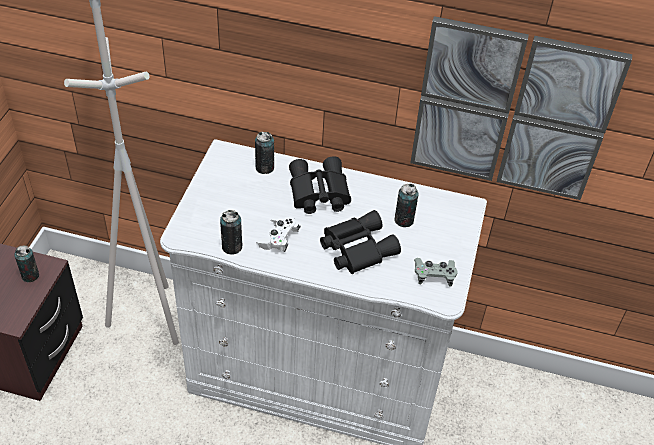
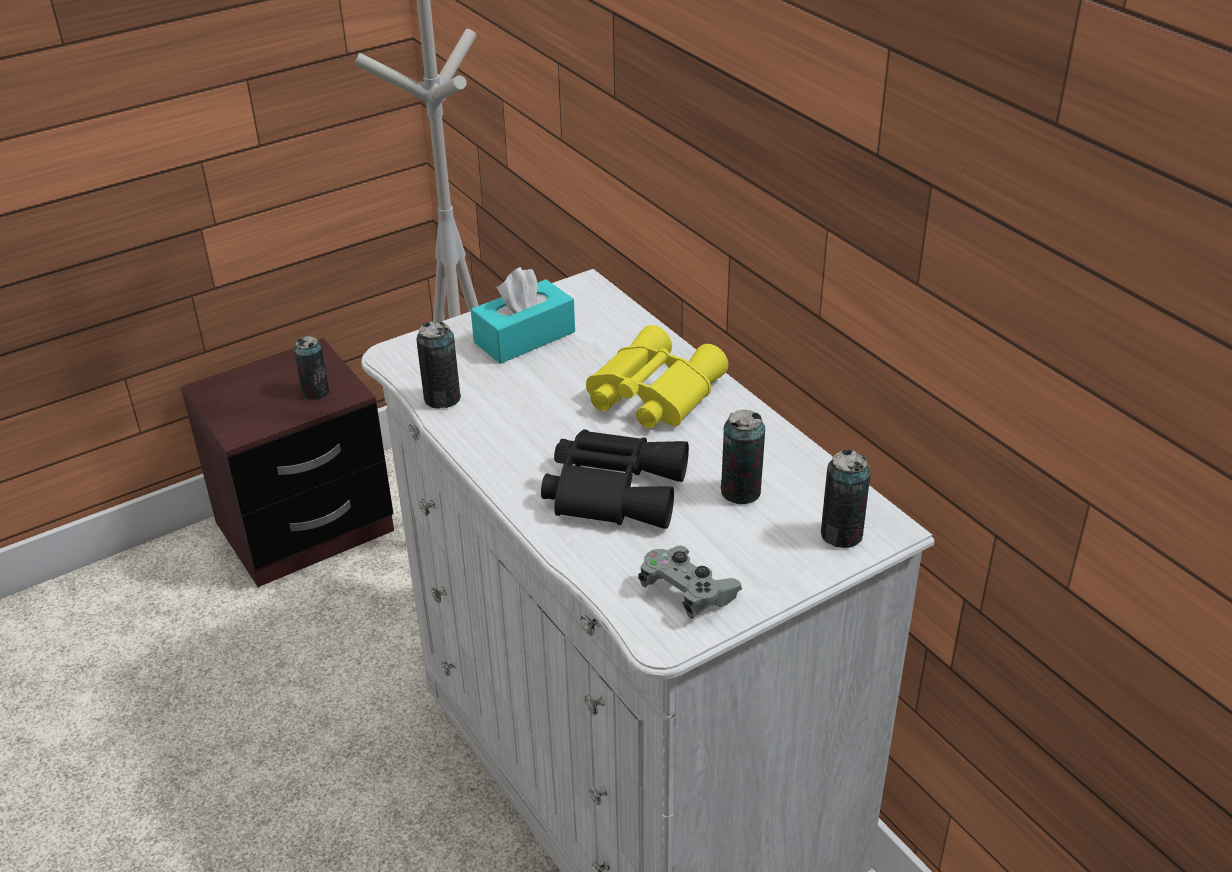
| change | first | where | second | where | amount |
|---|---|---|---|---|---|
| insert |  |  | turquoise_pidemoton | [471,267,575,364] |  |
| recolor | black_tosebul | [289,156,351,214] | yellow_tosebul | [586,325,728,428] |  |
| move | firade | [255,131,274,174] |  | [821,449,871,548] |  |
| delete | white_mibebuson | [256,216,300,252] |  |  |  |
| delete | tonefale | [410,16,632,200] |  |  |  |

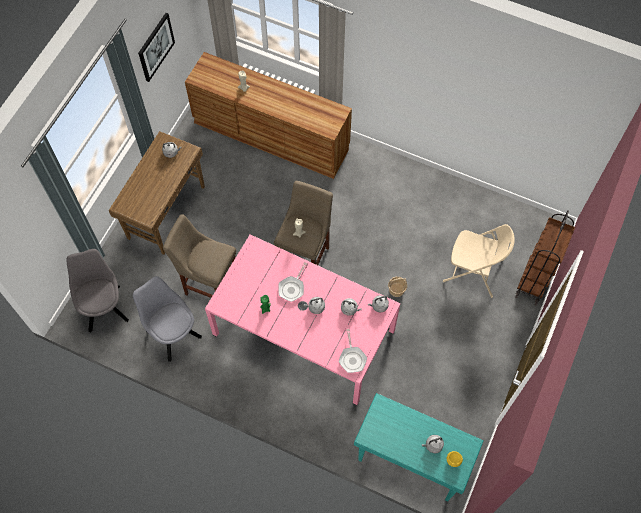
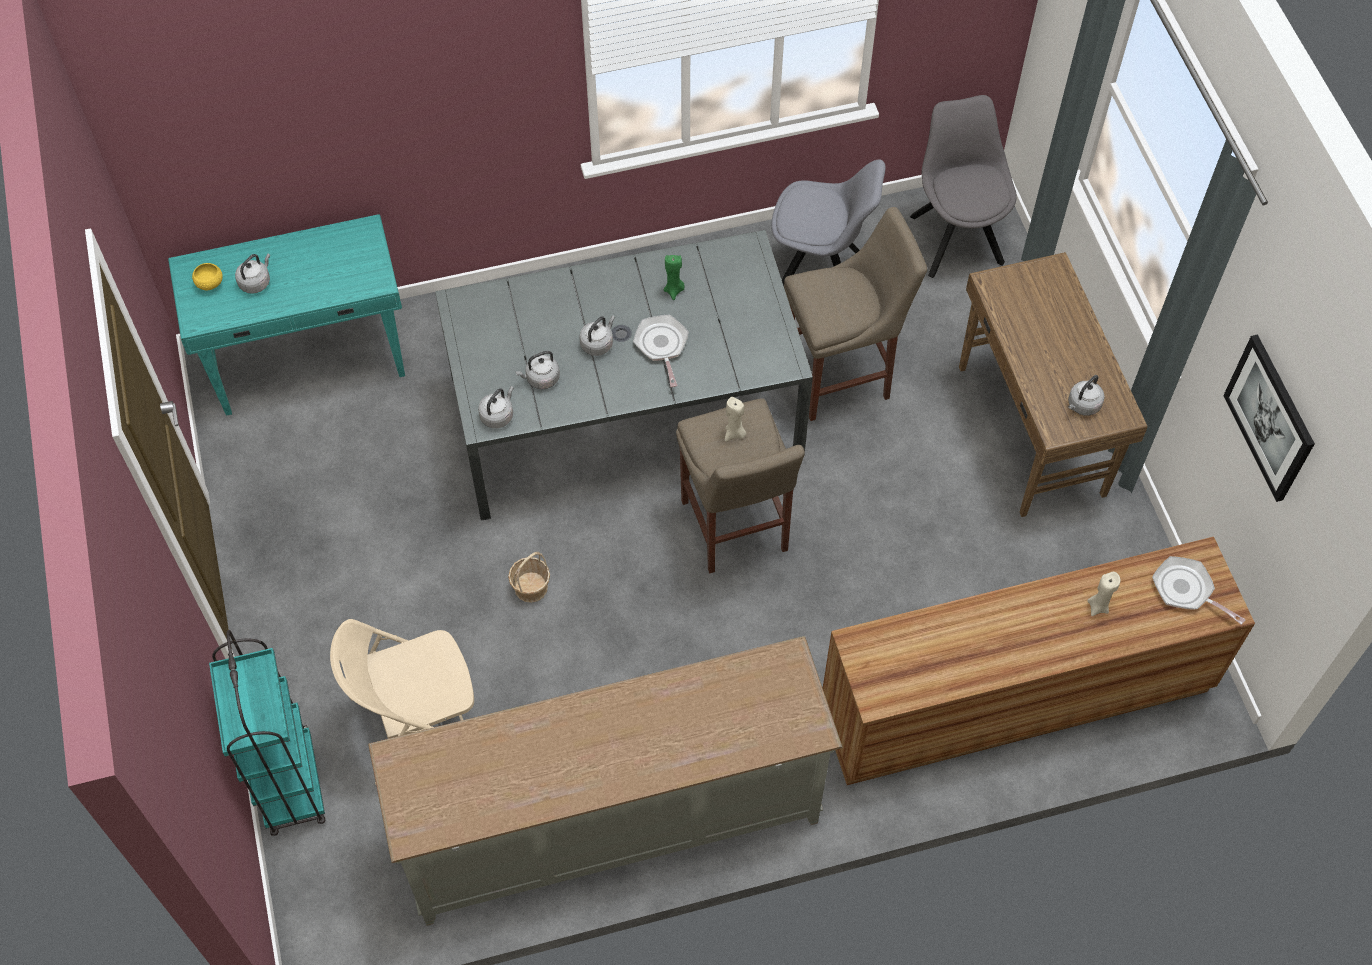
| change | first | where | second | where | amount |
|---|---|---|---|---|---|
| recolor | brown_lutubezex | [515,210,575,306] | turquoise_lutubezex | [209,630,326,836] |  |
| insert |  |  | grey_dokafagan | [368,636,842,926] |  |
| recolor | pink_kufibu | [205,234,401,405] | grey_kufibu | [435,230,813,521] |  |
| rotate | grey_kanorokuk | [66,249,129,332] |  | [910,95,1017,278] | 135 degrees counterclockwise |
| move | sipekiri | [339,329,367,373] |  | [1152,556,1245,625] |  |

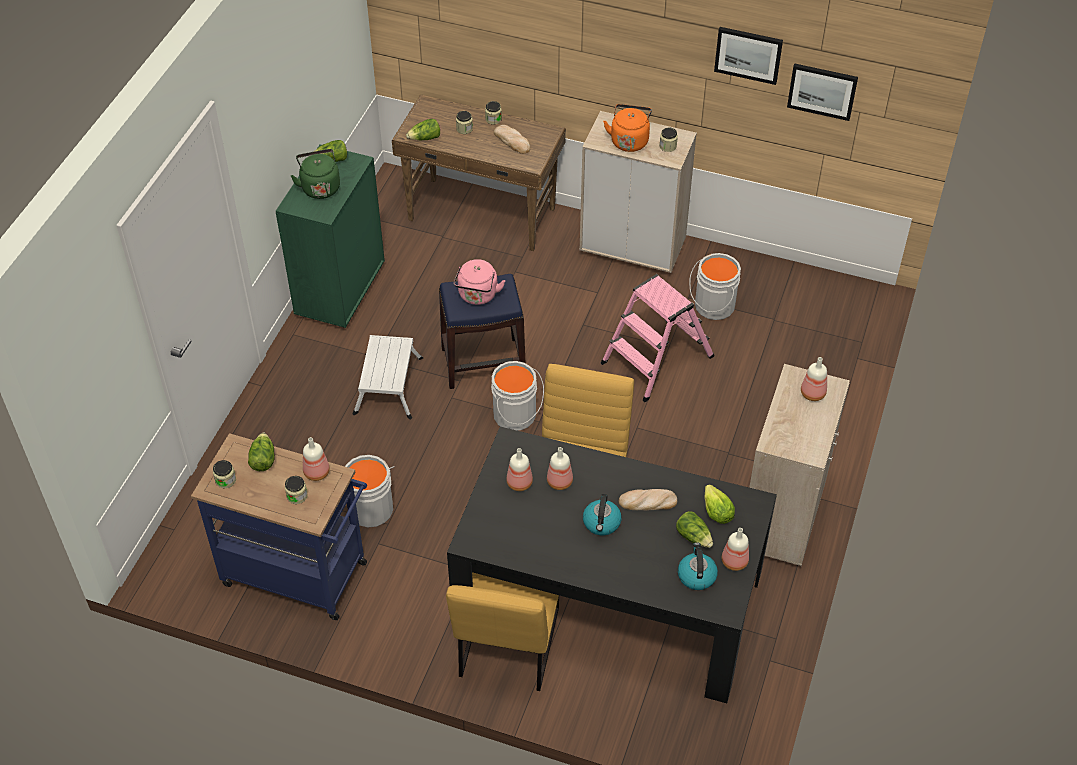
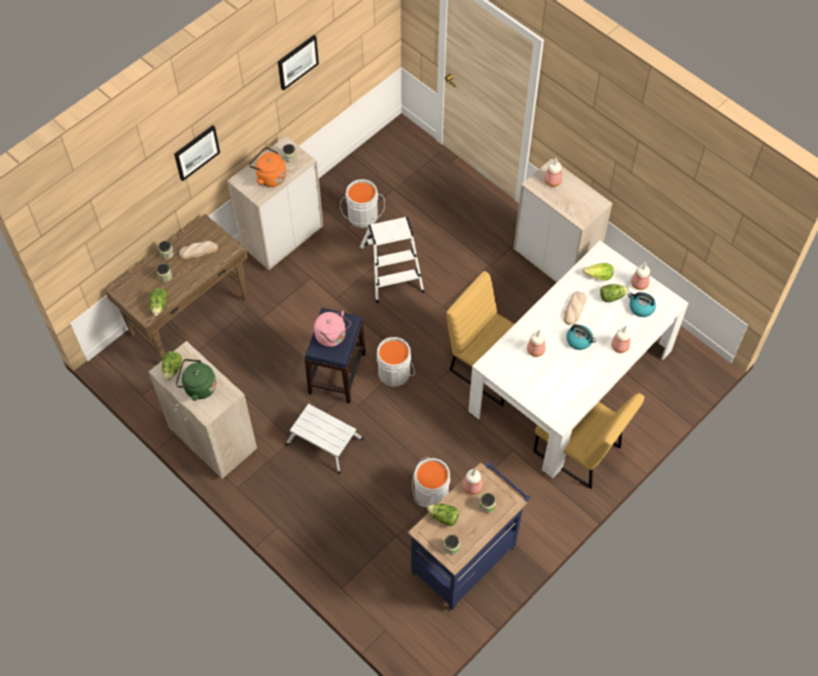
| change | first | where | second | where | amount |
|---|---|---|---|---|---|
| recolor | green_dokafagan | [276,144,385,328] | beige_dokafagan | [149,341,257,479] |  |
| move | tonefale | [787,63,858,121] |  | [174,125,220,181] |  |
| recolor | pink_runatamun | [601,274,715,402] | white_runatamun | [360,216,424,303] |  |
| recolor | black_kufibu | [447,426,777,703] | white_kufibu | [468,241,688,478] |  |
| move | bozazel | [506,448,533,491] |  | [611,326,630,353] |  |

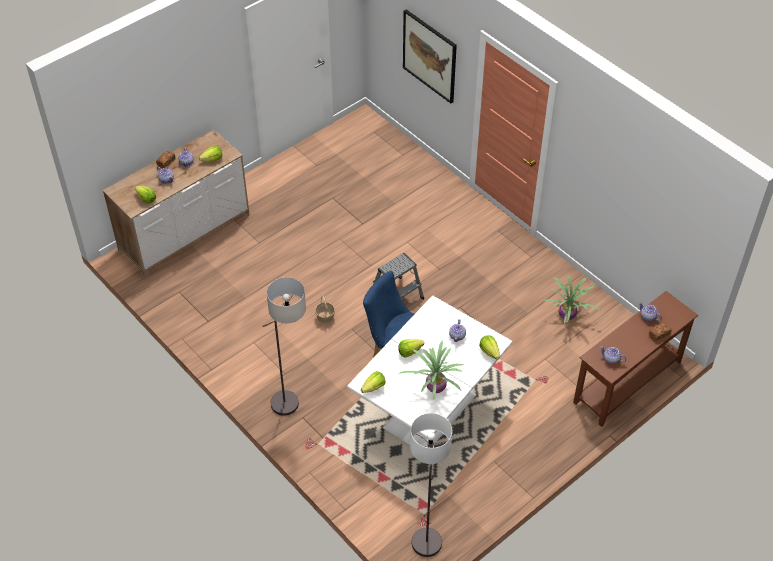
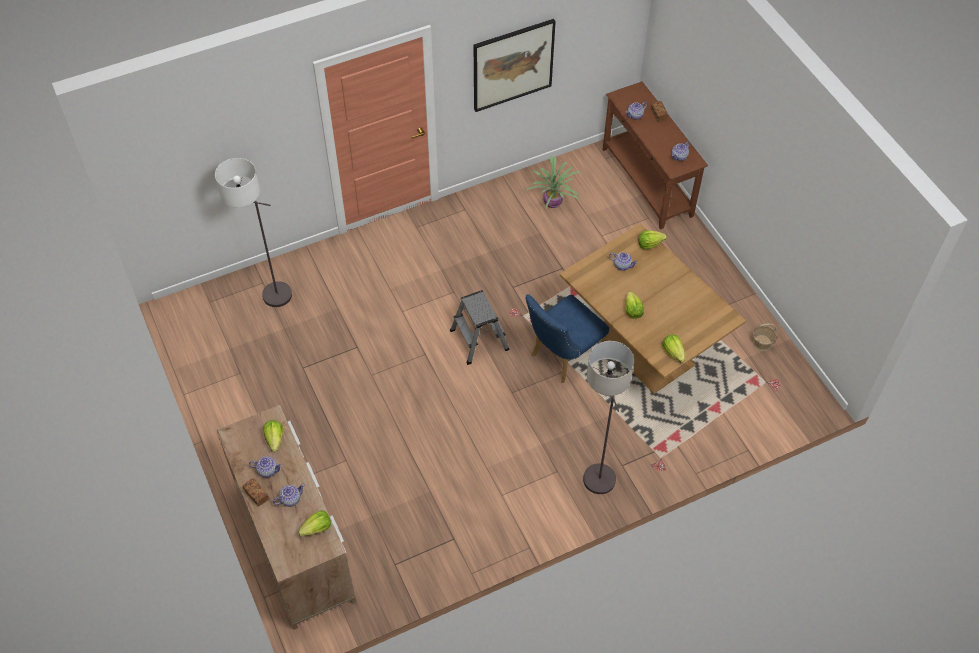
| change | first | where | second | where | amount |
|---|---|---|---|---|---|
| move | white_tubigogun | [410,413,452,557] |  | [215,158,292,307] |  |
| move | tonefale | [403,9,457,103] |  | [474,19,556,112] |  |
| recolor | white_kufibu | [347,295,512,447] | brown_kufibu | [560,224,746,394] |  |
| move | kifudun | [315,296,335,325] |  | [753,323,777,351] |  |
| delete | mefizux | [398,340,463,400] |  |  |  |

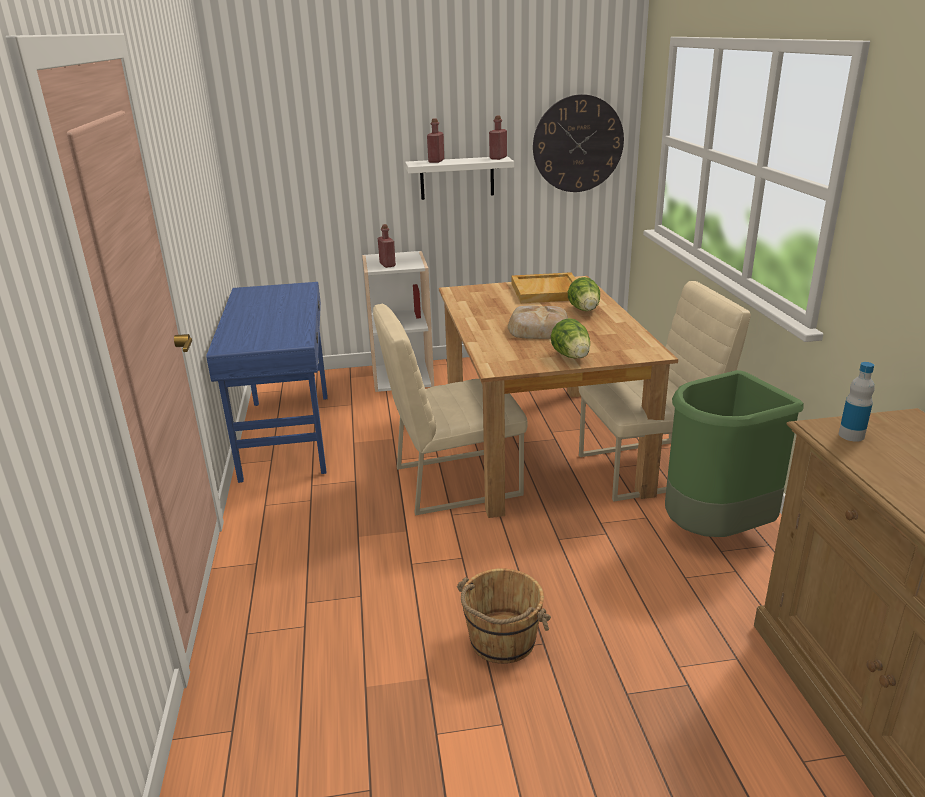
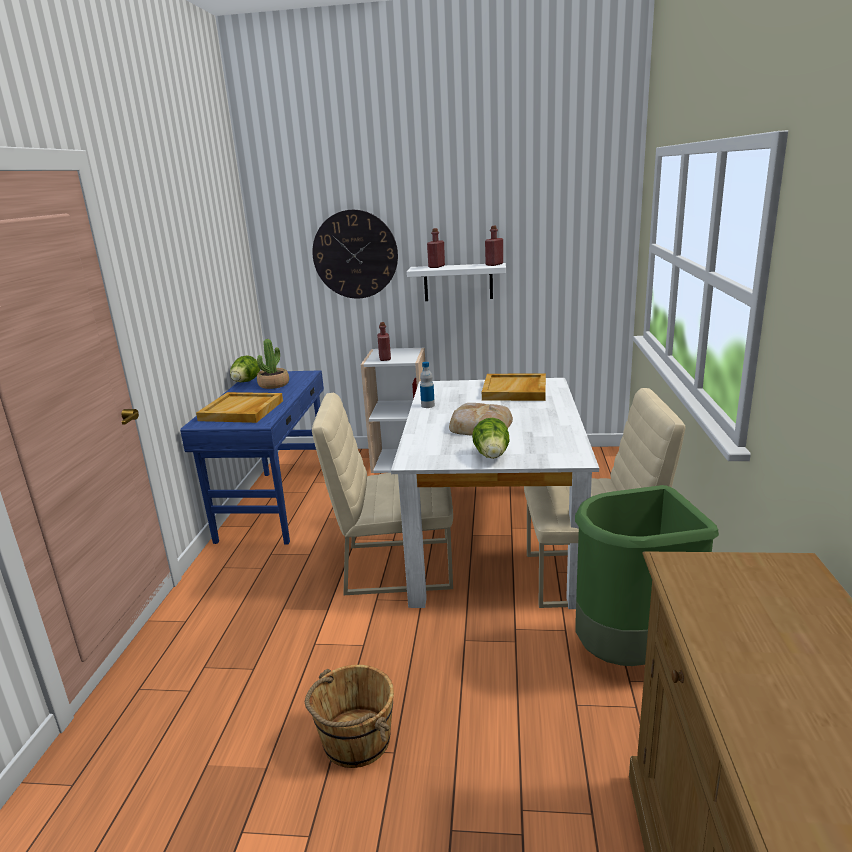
| change | first | where | second | where | amount |
|---|---|---|---|---|---|
| insert |  |  | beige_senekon | [196,392,283,423] |  |
| move | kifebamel | [568,277,600,311] |  | [230,355,260,382] |  |
| insert |  |  | mefizux | [257,339,289,389] |  |
| move | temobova | [533,94,624,192] |  | [312,210,398,298] |  |
| recolor | brown_kufibu | [439,276,678,518] | white_kufibu | [391,378,599,609] |  |
| move | bozazel | [839,362,875,442] |  | [420,362,435,408] |  |

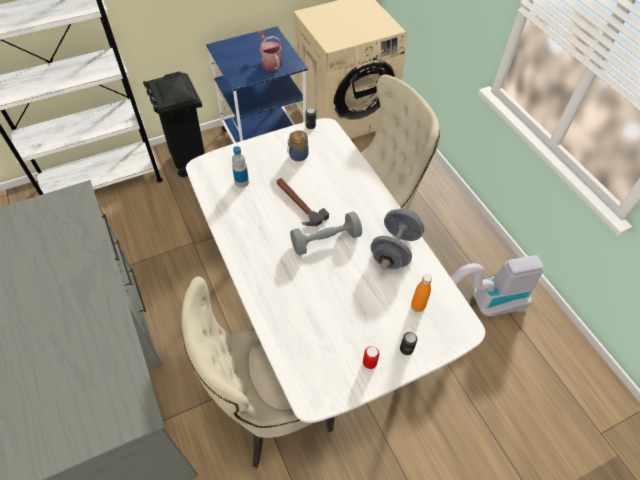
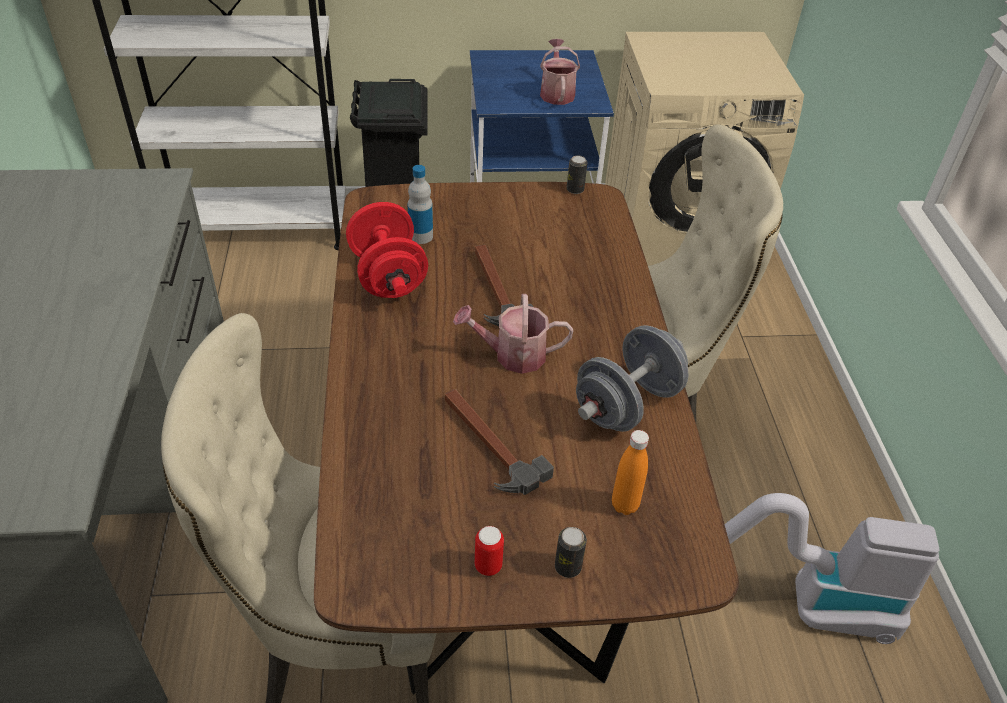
| change | first | where | second | where | amount |
|---|---|---|---|---|---|
| recolor | white_kufibu | [186,118,485,423] | brown_kufibu | [314,182,739,695] |  |
| insert |  |  | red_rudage | [346,202,428,298] |  |
| insert |  |  | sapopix | [445,389,554,495] |  |
| replace | grey_rudage | [290,212,362,255] | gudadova | [453,294,573,374] |  |
| delete | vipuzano | [287,130,309,161] |  |  |  |

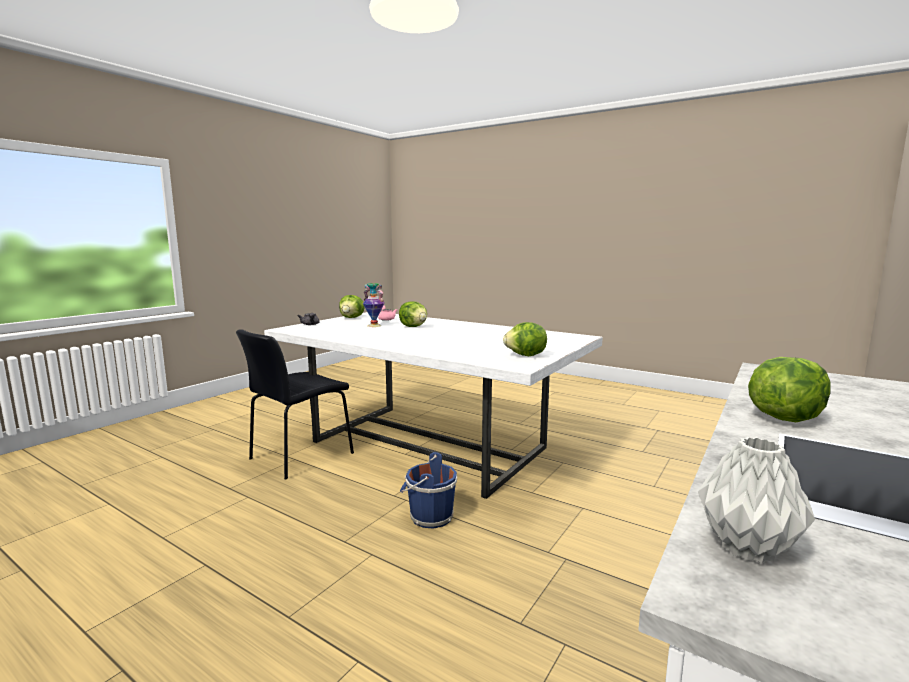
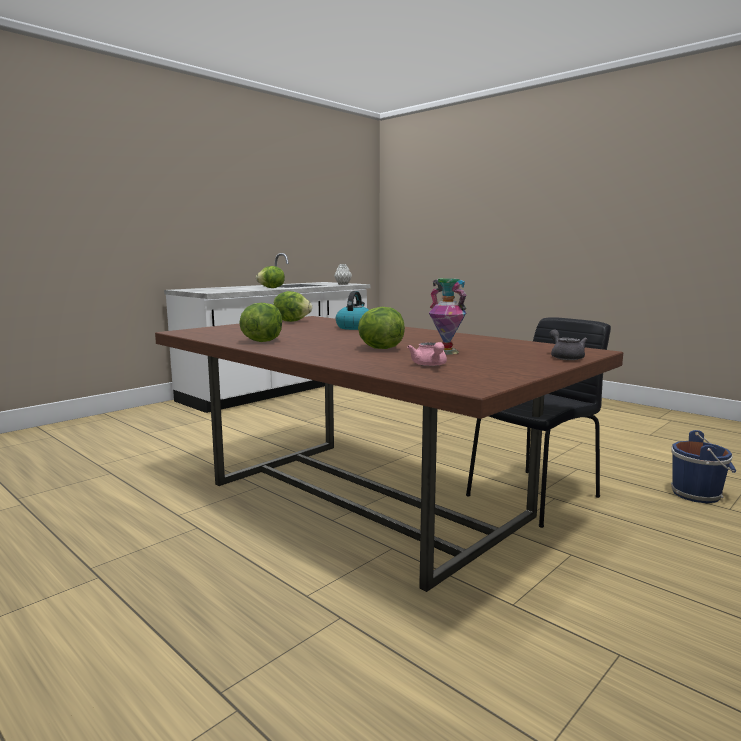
| change | first | where | second | where | amount |
|---|---|---|---|---|---|
| recolor | white_kufibu | [264,312,603,499] | brown_kufibu | [155,316,623,592] |  |
| move | kifebamel | [339,295,365,318] |  | [239,303,282,342] |  |
| insert |  |  | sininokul | [336,291,369,330] |  |
| move | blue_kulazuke | [400,452,457,529] |  | [671,430,736,503] |  |

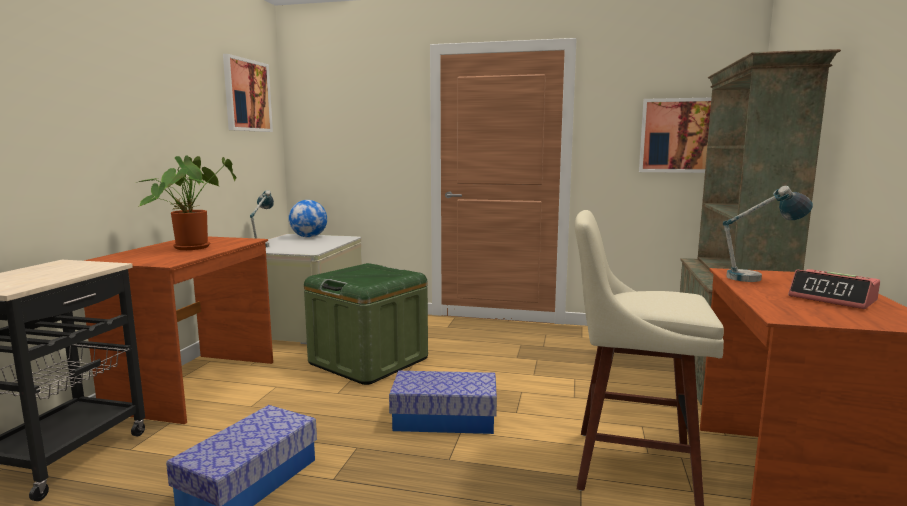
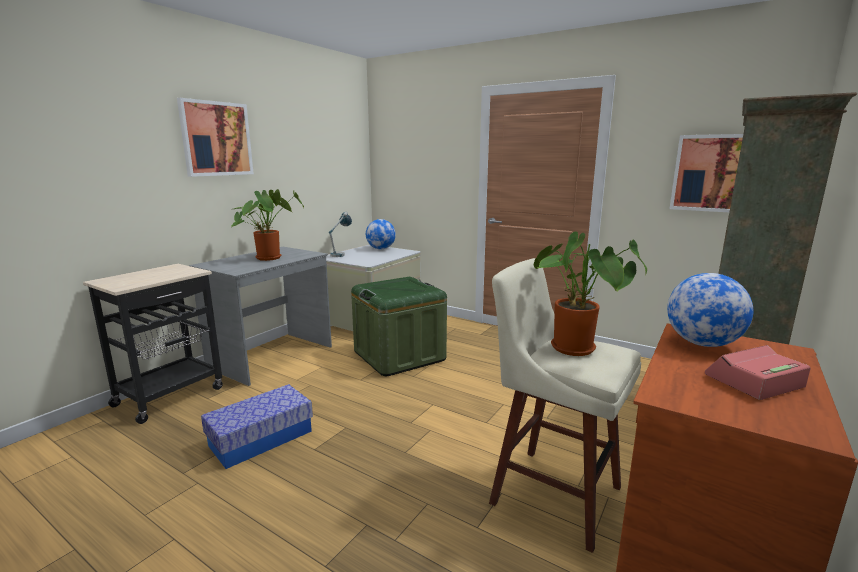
| change | first | where | second | where | amount |
|---|---|---|---|---|---|
| move | tonefale | [223,54,273,132] |  | [177,98,254,177] |  |
| recolor | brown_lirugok | [84,236,273,424] | grey_lirugok | [189,247,332,386] |  |
| insert |  |  | mefizux | [534,231,647,356] |  |
| replace | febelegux | [723,186,813,282] | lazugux | [667,273,753,347] |  |
| rotate | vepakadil | [788,269,880,309] |  | [705,345,811,400] | 90 degrees clockwise |
| delete | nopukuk | [389,371,497,434] |  |  |  |

